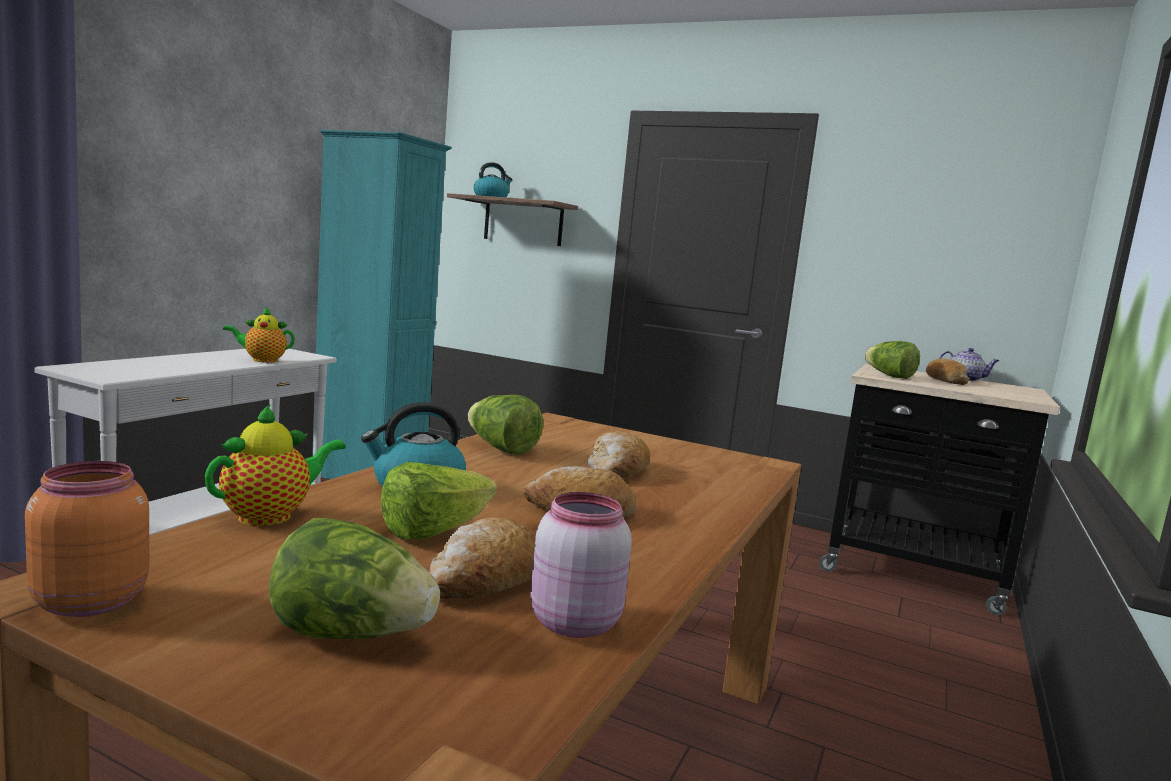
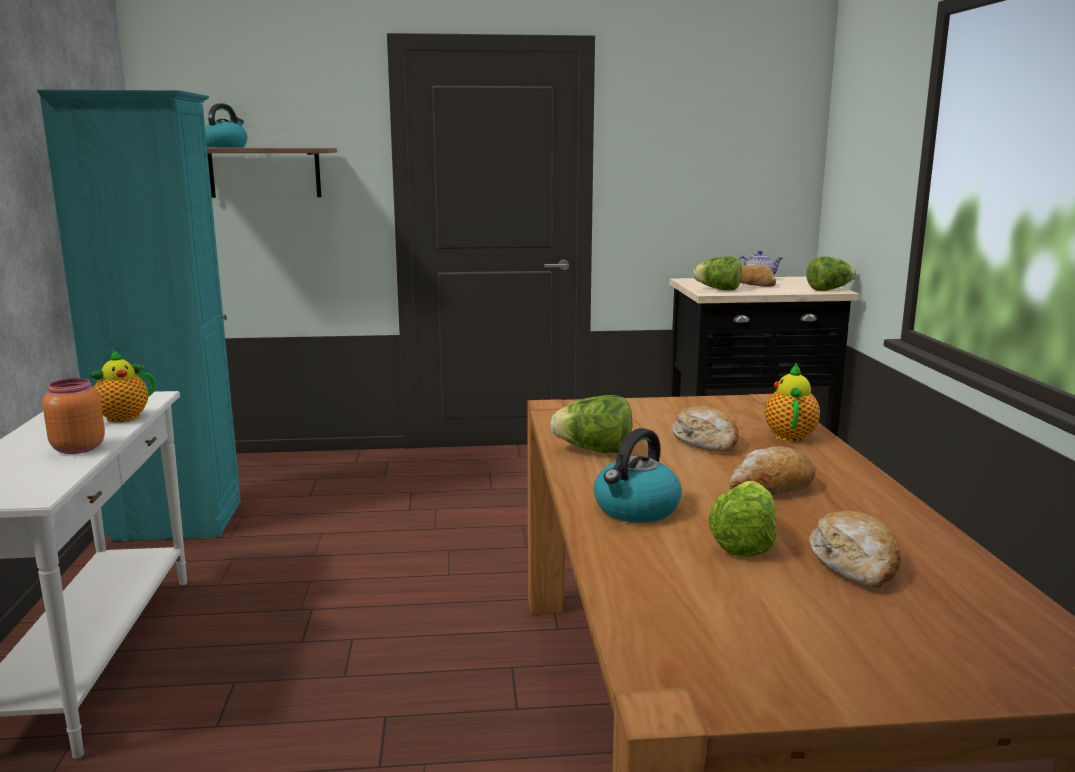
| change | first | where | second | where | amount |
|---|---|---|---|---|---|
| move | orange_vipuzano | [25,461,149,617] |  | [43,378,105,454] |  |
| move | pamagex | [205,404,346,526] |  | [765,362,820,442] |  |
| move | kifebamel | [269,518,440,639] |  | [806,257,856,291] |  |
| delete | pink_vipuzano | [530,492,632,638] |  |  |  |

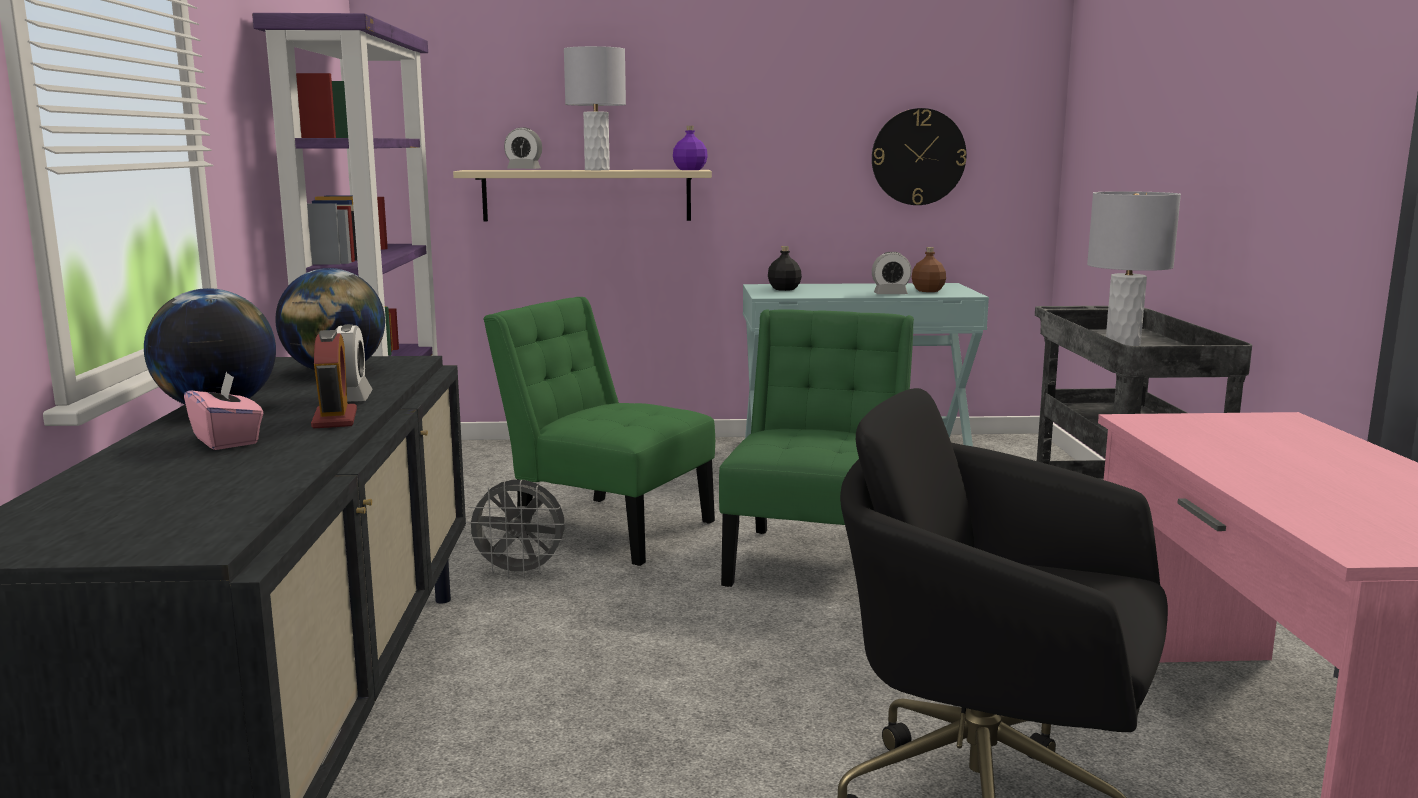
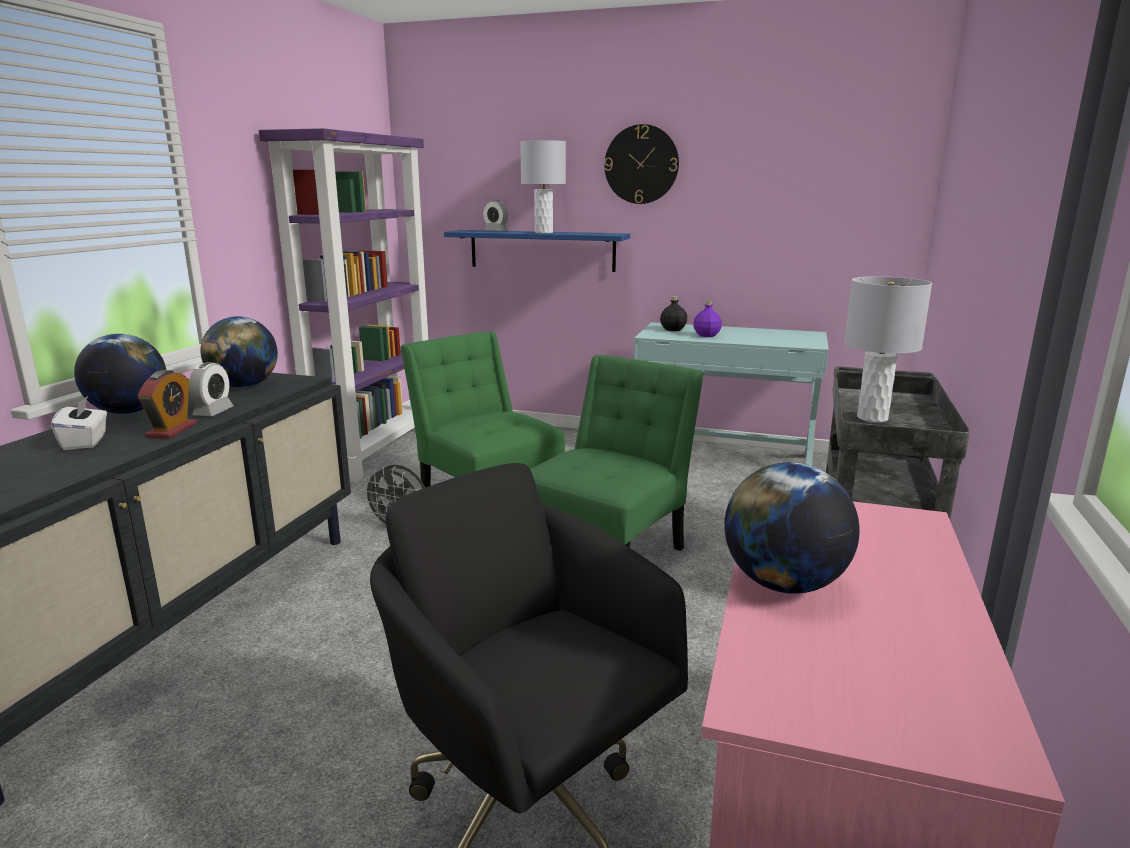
| change | first | where | second | where | amount |
|---|---|---|---|---|---|
| recolor | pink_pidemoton | [184,371,264,450] | white_pidemoton | [51,396,107,450] |  |
| recolor | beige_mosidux | [453,170,712,221] | blue_mosidux | [444,230,630,272] |  |
| move | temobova | [872,108,966,205] |  | [604,124,679,204] |  |
| move | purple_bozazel | [673,126,708,170] |  | [693,301,722,337] |  |
| insert |  |  | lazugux | [724,462,860,594] |  |
| delete | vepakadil | [872,252,912,294] |  |  |  |
| delete | brown_bozazel | [912,247,946,292] |  |  |  |

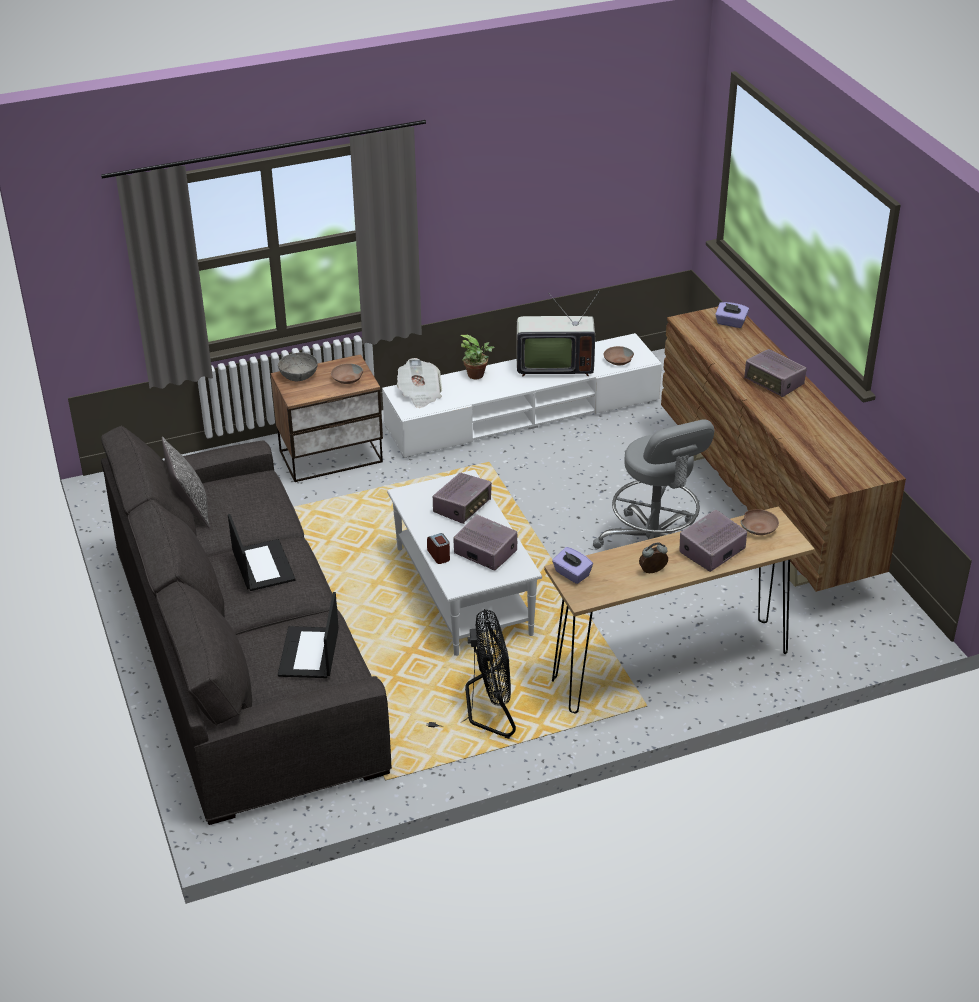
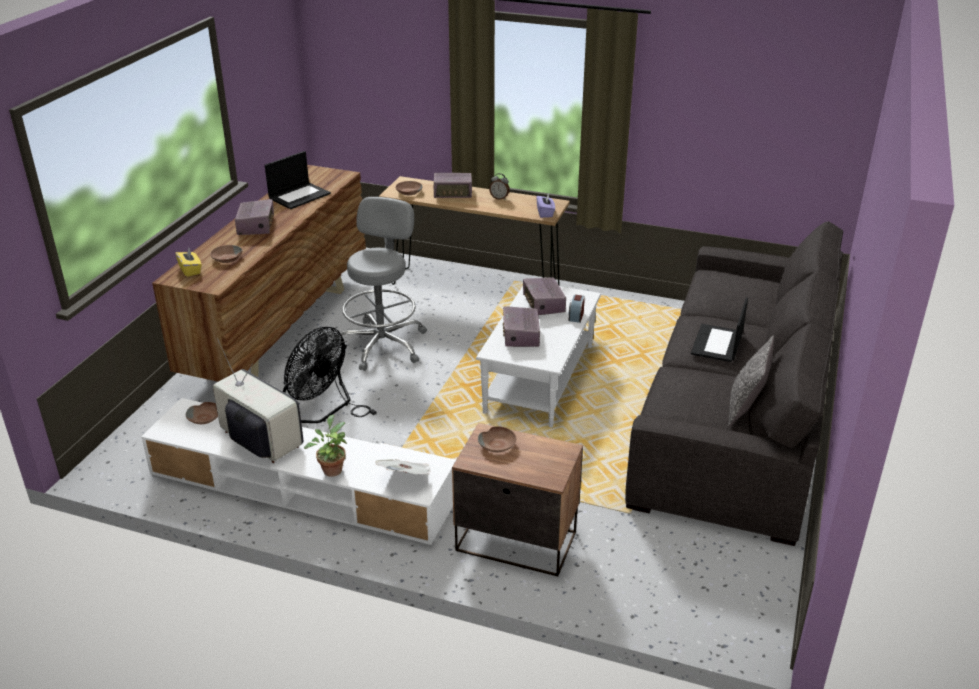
| change | first | where | second | where | amount |
|---|---|---|---|---|---|
| recolor | purple_pidemoton | [715,302,749,328] | yellow_pidemoton | [175,248,202,277] |  |
| insert |  |  | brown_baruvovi | [210,245,243,263] |  |
| move | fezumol | [278,592,339,678] |  | [265,151,331,209] |  |
| move | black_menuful | [428,609,516,739] |  | [283,327,377,423] |  |
| rotate | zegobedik | [433,473,492,524] |  | [503,306,540,347] | 75 degrees counterclockwise |
| delete | grey_baruvovi | [278,353,318,381] |  |  |  |

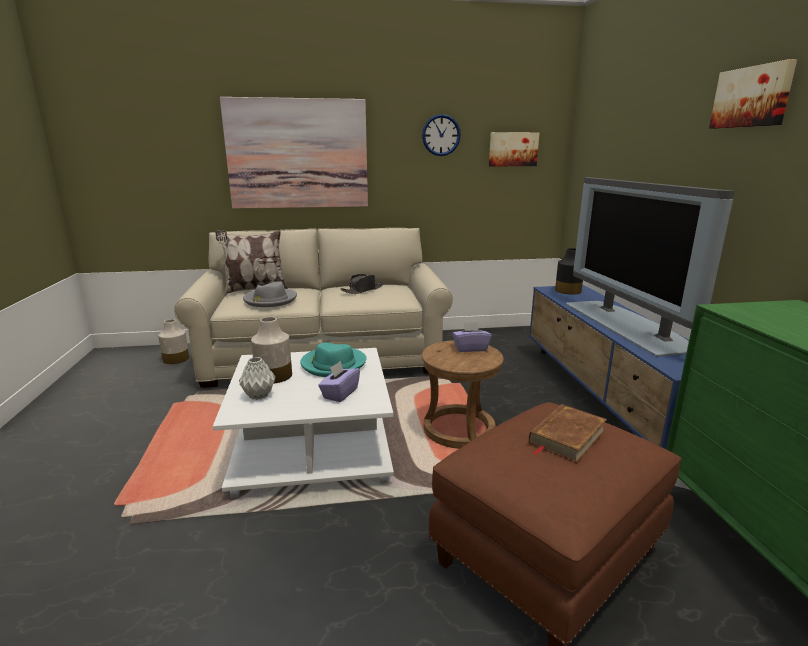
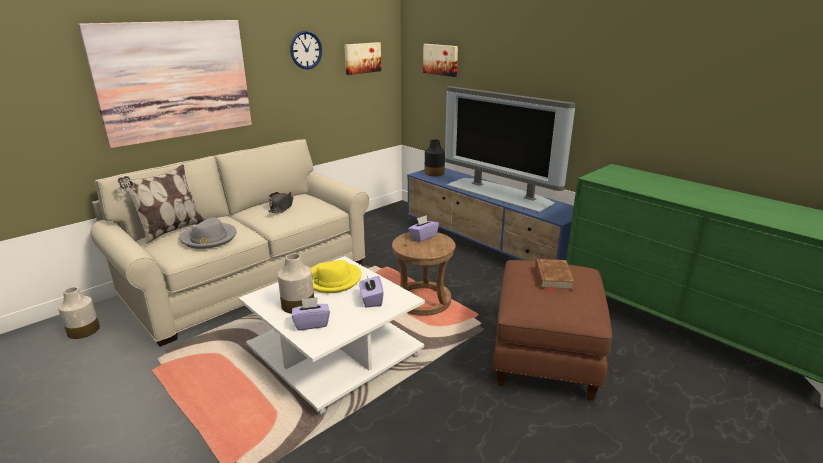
| change | first | where | second | where | amount |
|---|---|---|---|---|---|
| replace | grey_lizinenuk | [239,357,276,400] | purple_pidemoton | [292,297,330,330] |  |
| recolor | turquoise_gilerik | [300,343,367,377] | yellow_gilerik | [311,260,362,293] |  |
| move | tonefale | [709,59,797,129] |  | [423,44,458,77] |  |

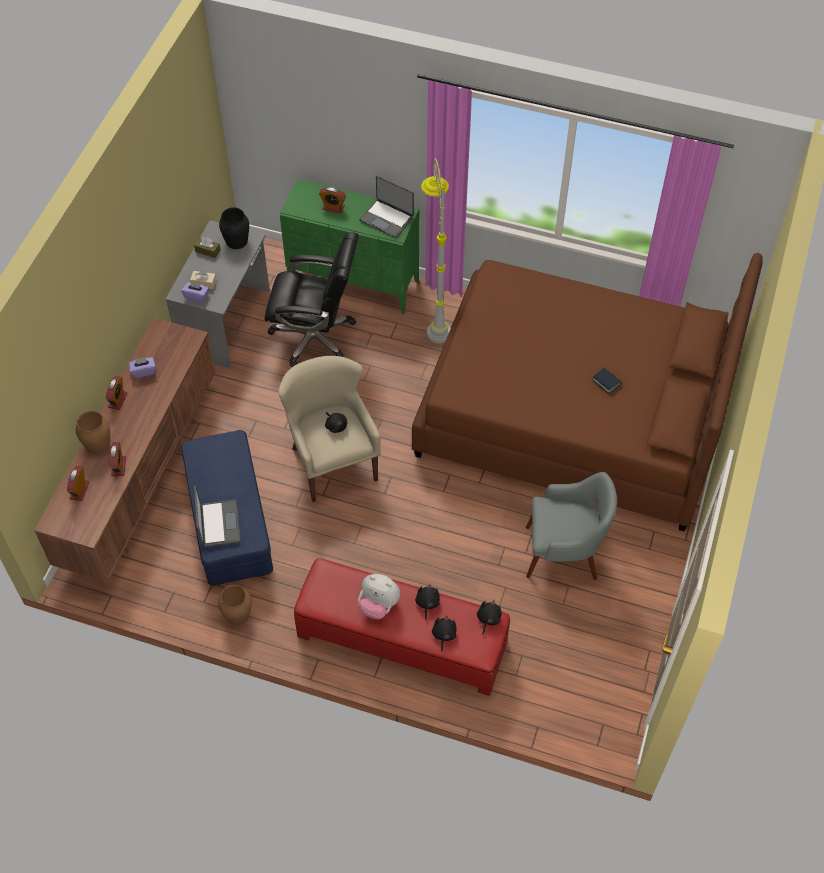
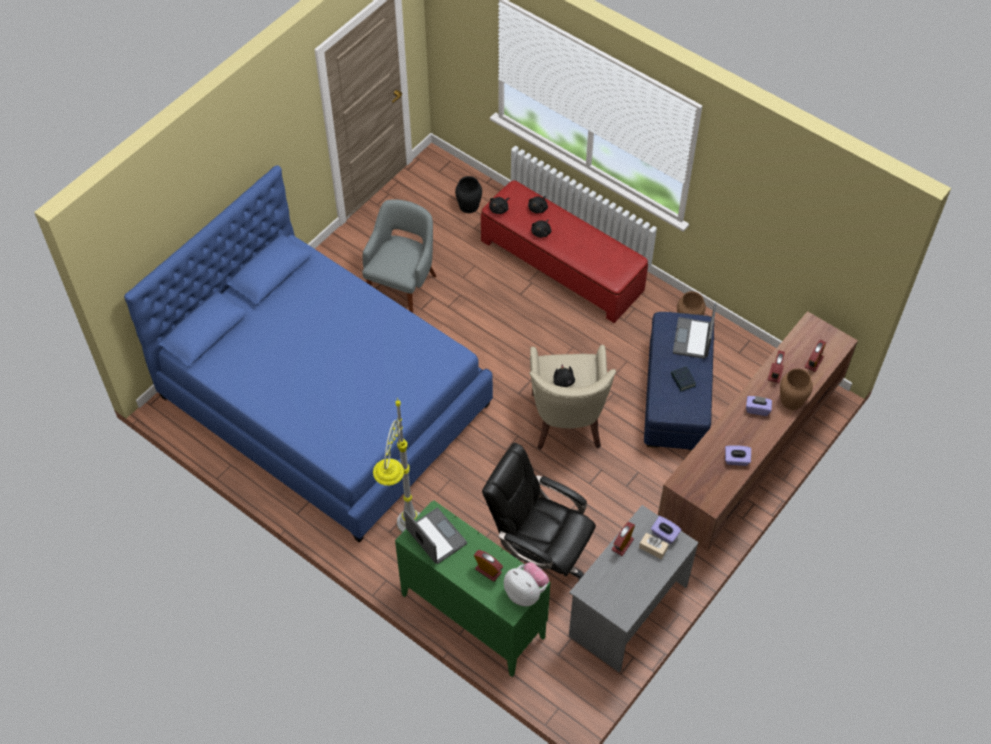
| change | first | where | second | where | amount |
|---|---|---|---|---|---|
| recolor | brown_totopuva | [412,253,763,531] | blue_totopuva | [124,165,493,543] |  |
| rotate | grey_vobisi | [526,472,617,580] |  | [362,199,436,313] | 90 degrees clockwise |
| move | black_lizinenuk | [219,207,249,249] |  | [455,176,482,213] |  |
| move | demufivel | [358,574,400,619] |  | [504,562,549,607] |  |
| move | vepakadil | [106,376,127,410] |  | [612,522,635,556] |  |
| move | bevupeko | [592,367,622,394] |  | [671,367,696,391] |  |
| insert |  |  | purple_pidemoton | [746,396,772,416] |  |
| delete | brown_pidemoton | [194,237,220,258] |  |  |  |

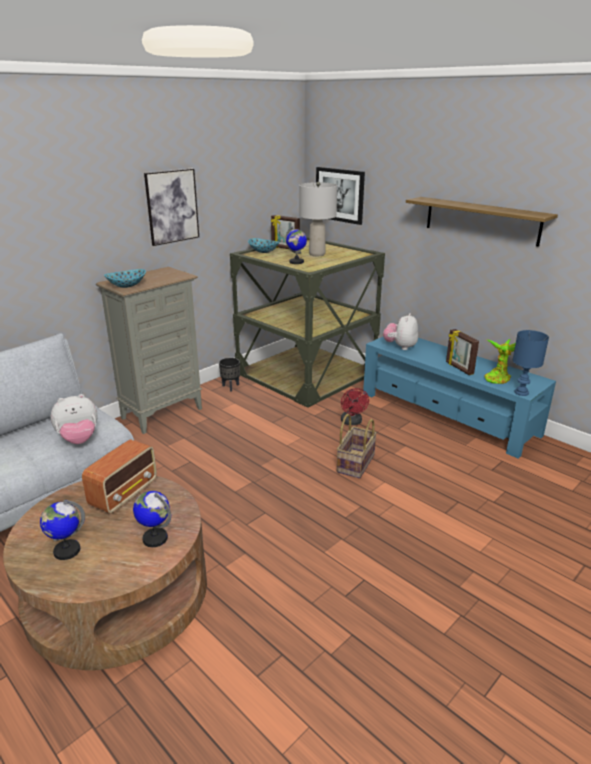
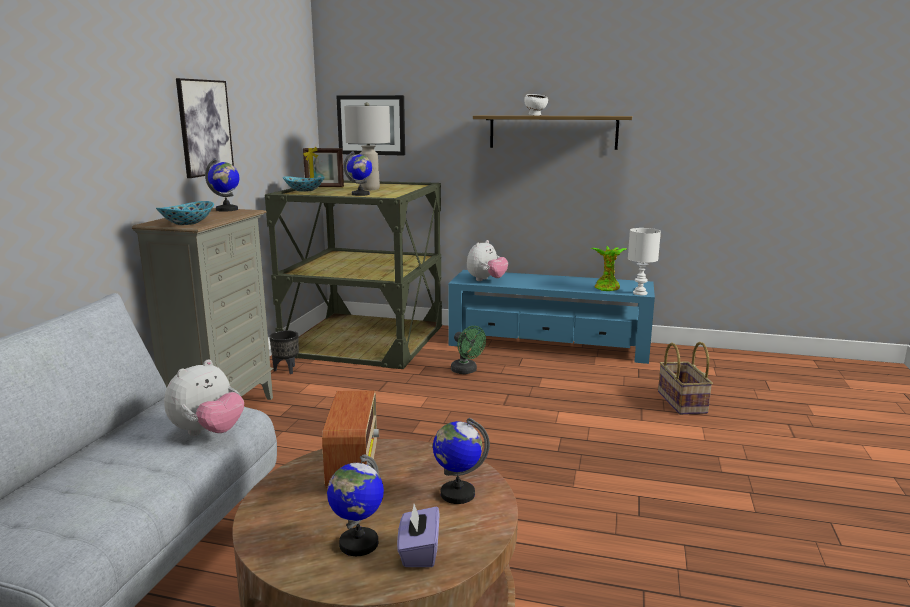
| change | first | where | second | where | amount |
|---|---|---|---|---|---|
| insert |  |  | lazugux | [205,158,240,212] |  |
| insert |  |  | purple_pidemoton | [397,504,439,567] |  |
| recolor | red_menuful | [341,388,369,425] | green_menuful | [451,326,486,374] |  |
| rotate | demufivel | [383,313,418,350] |  | [467,240,508,281] | 135 degrees counterclockwise |
| insert |  |  | white_baruvovi | [524,94,548,116] |  |
| recolor | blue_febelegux | [513,330,549,396] | white_febelegux | [628,228,661,295] |  |
| move | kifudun | [337,414,377,478] |  | [658,342,713,415] |  |
| delete | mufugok | [446,329,479,375] |  |  |  |

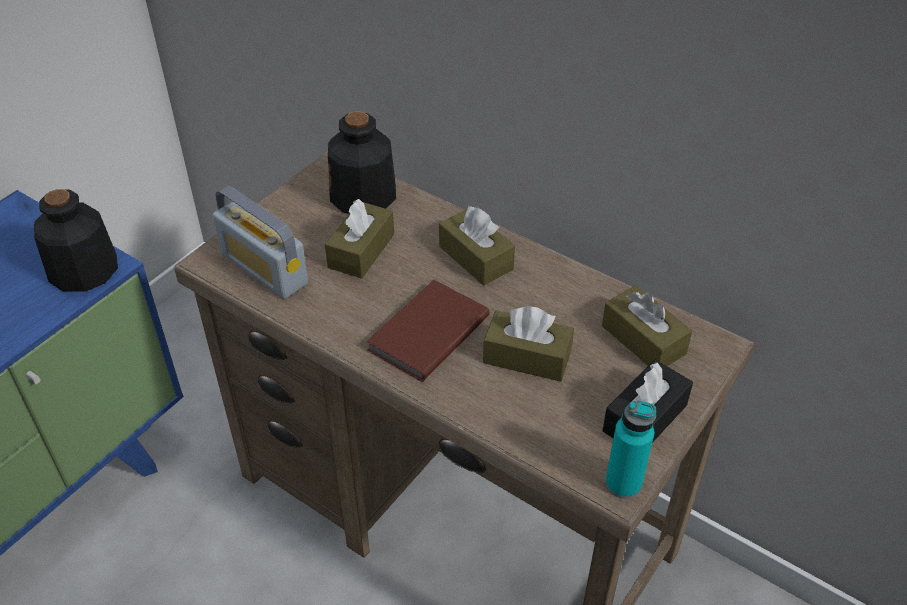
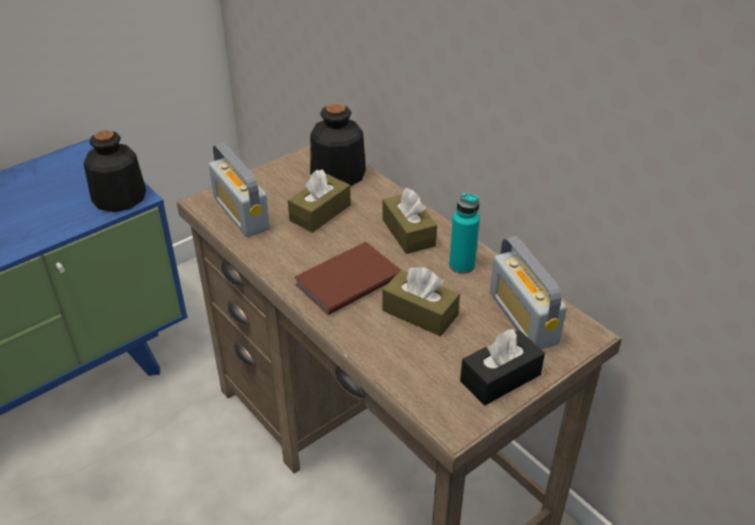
| change | first | where | second | where | amount |
|---|---|---|---|---|---|
| move | turquoise_bozazel | [605,400,656,499] |  | [449,192,480,274] |  |
| replace | brown_pidemoton | [602,285,692,366] | zegobedik | [490,236,567,349] |  |

